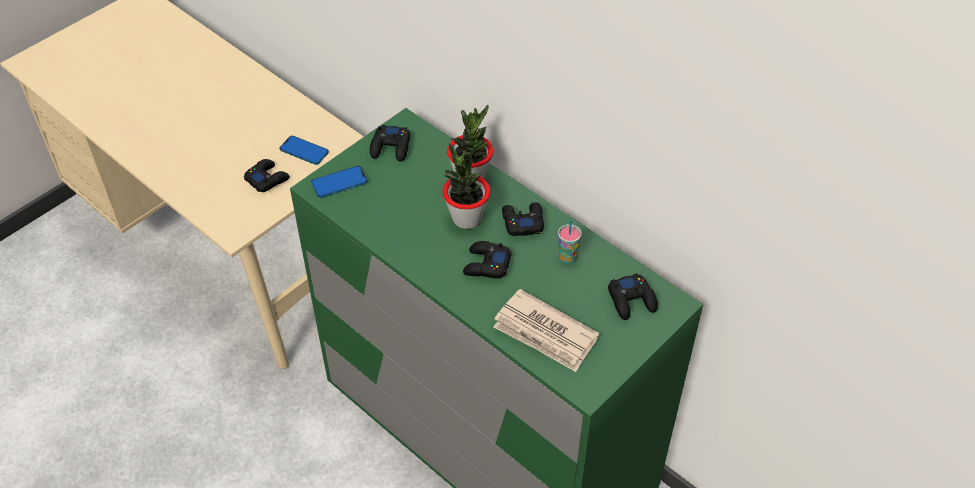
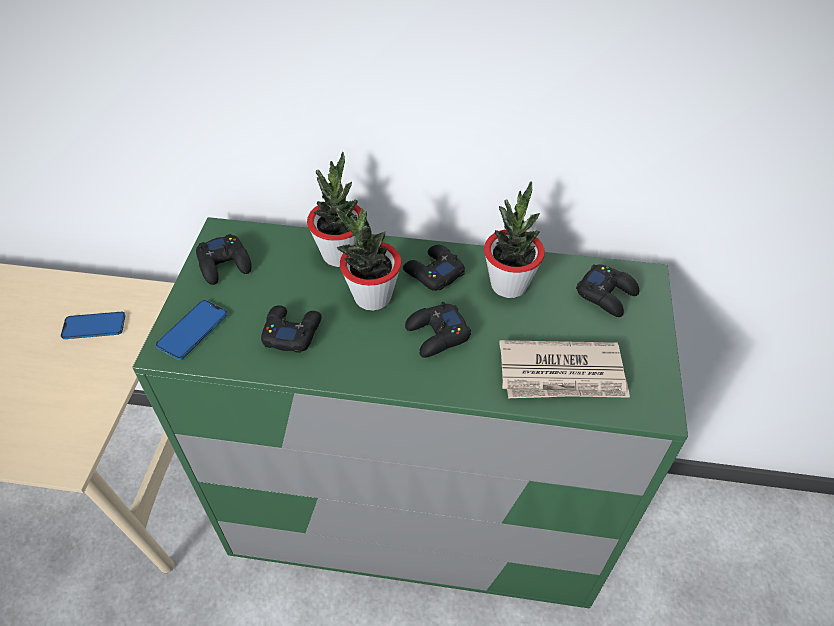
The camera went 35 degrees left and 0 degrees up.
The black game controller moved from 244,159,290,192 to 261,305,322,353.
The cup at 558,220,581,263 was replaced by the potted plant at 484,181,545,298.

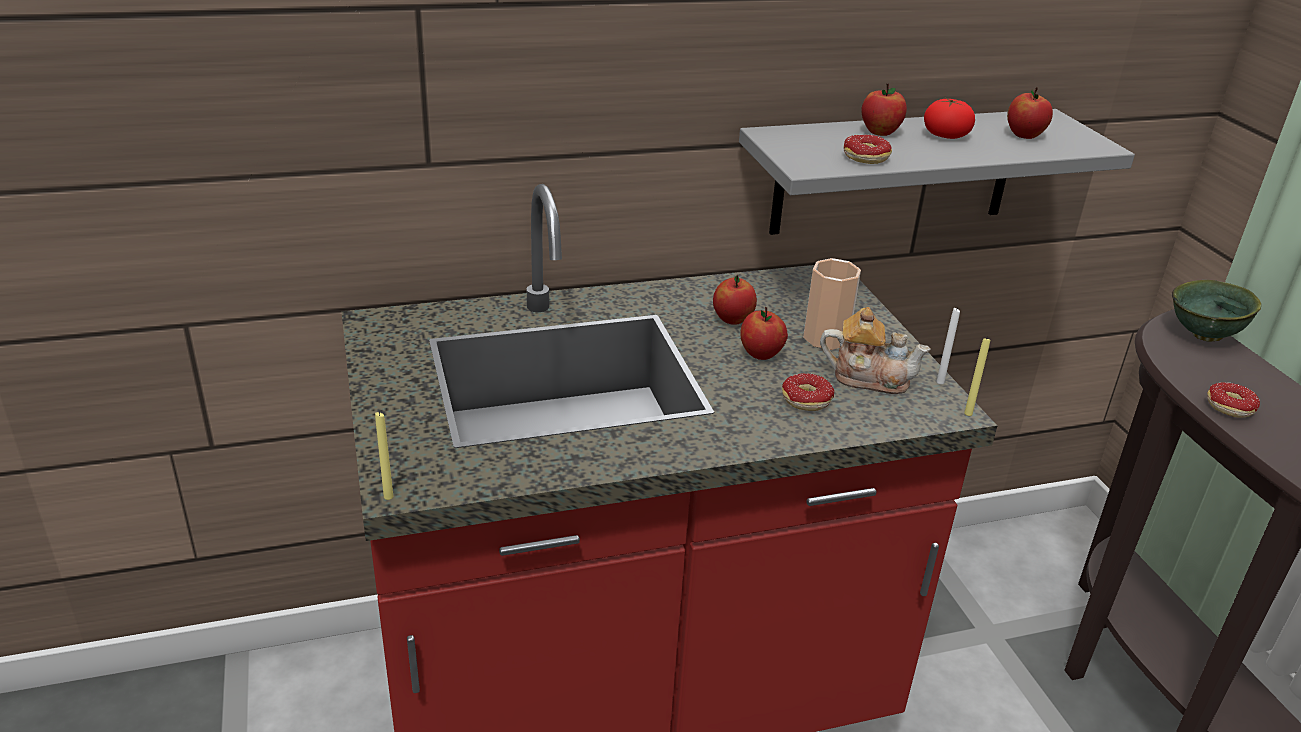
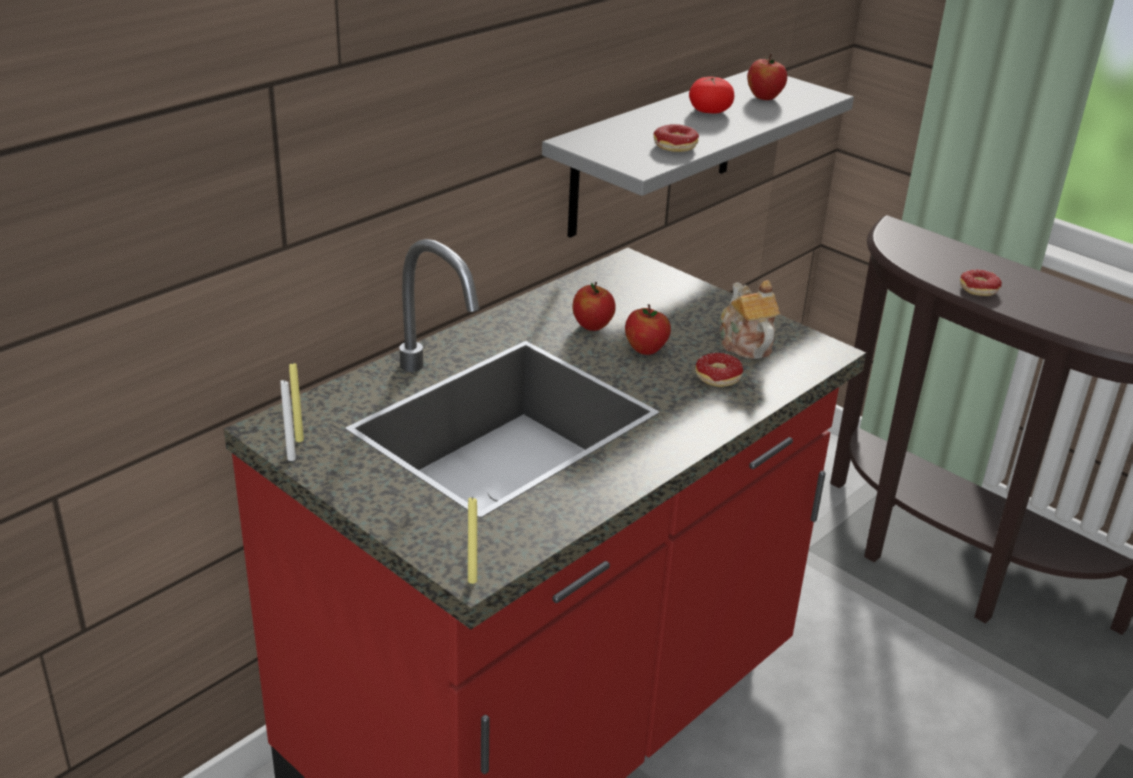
The camera went 30 degrees left and 0 degrees up.
The apple at 861,83,907,136 disappeared.
The cup at 803,258,861,350 disappeared.
The green bowl at 1172,280,1261,341 disappeared.
The teapot at 820,307,931,394 turned 90 degrees counterclockwise.
The white candle moved from 936,307,960,385 to 281,380,296,461.
The yellow candle moved from 964,337,990,416 to 289,362,304,442.

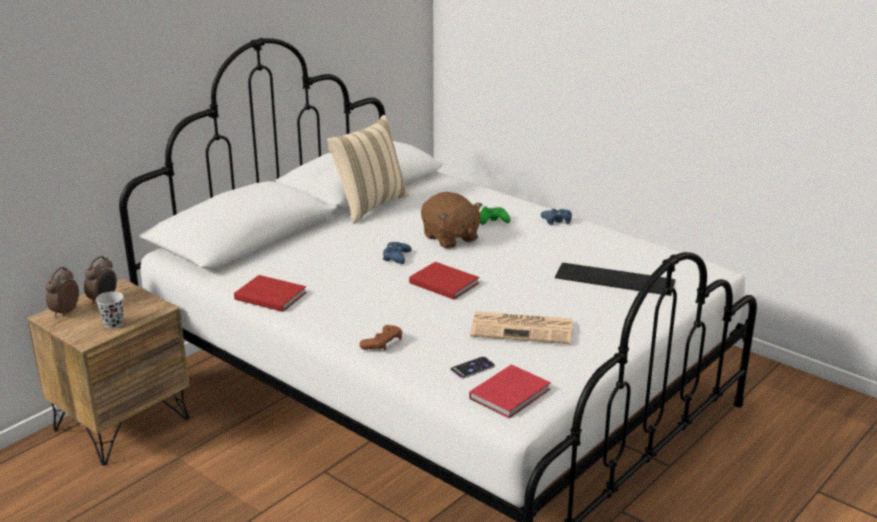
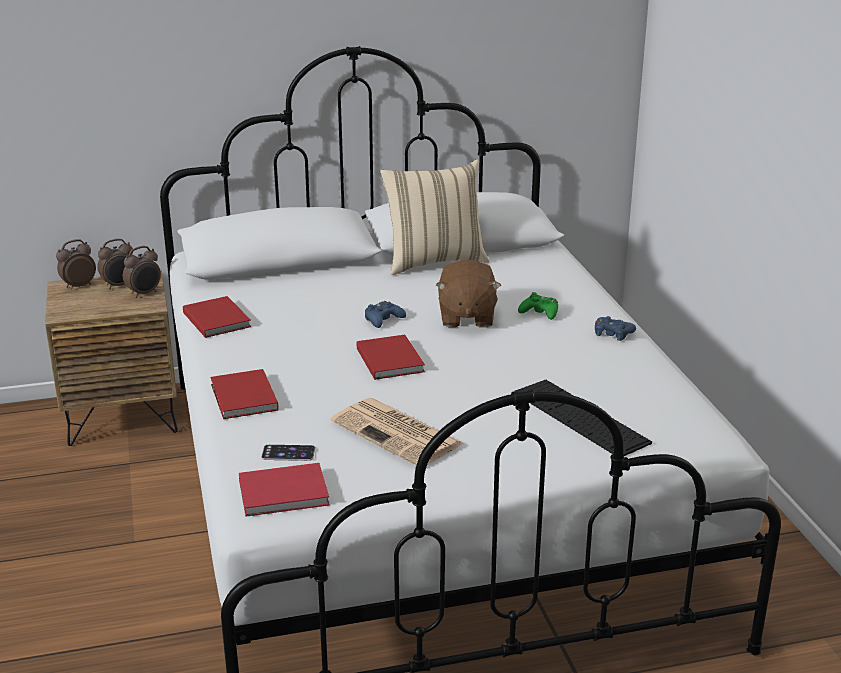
The camera went 35 degrees right and 0 degrees up.
The black cup at 96,291,124,329 disappeared.
The brown game controller at 359,325,402,351 was replaced by the red book at 210,369,279,419.
The alarm clock at 123,246,161,298 appeared.

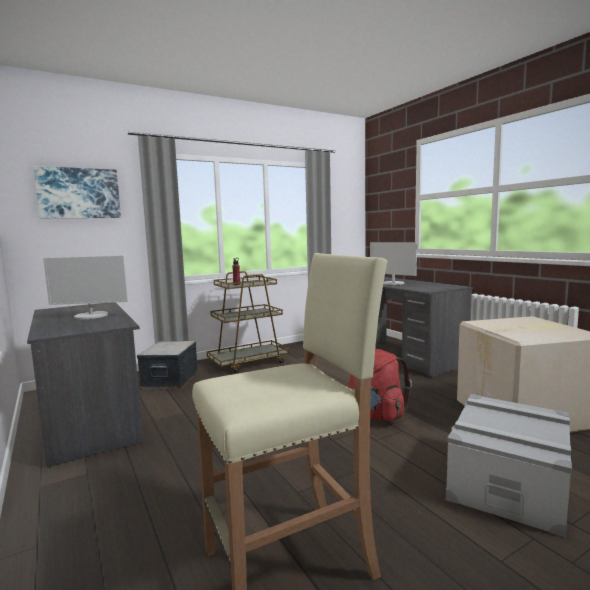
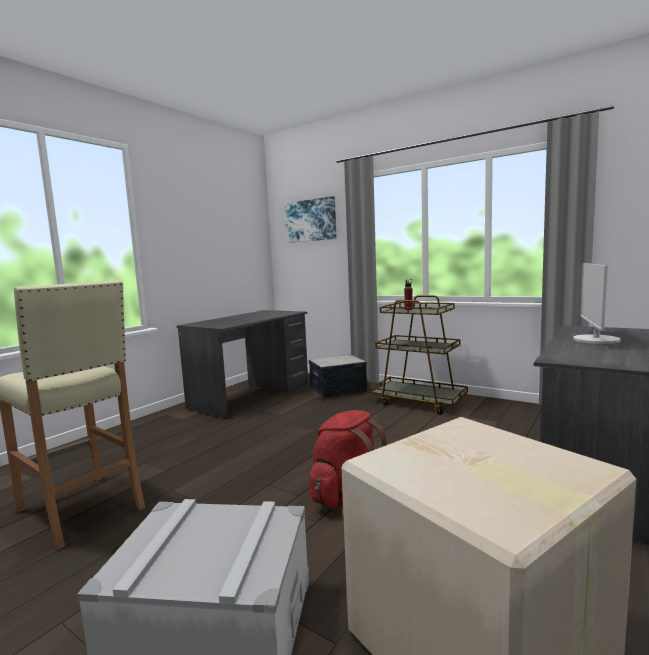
The camera went 65 degrees right and 0 degrees up.
The monitor at 43,256,128,319 disappeared.

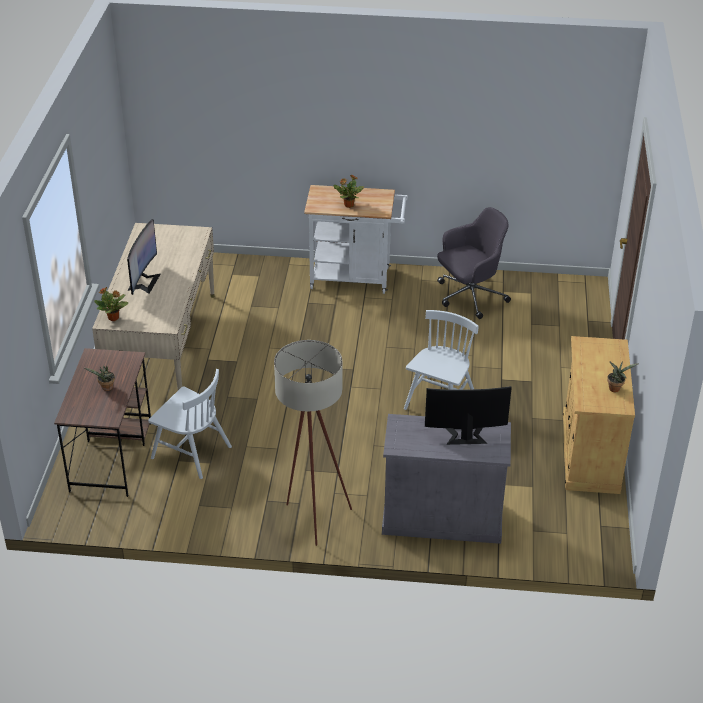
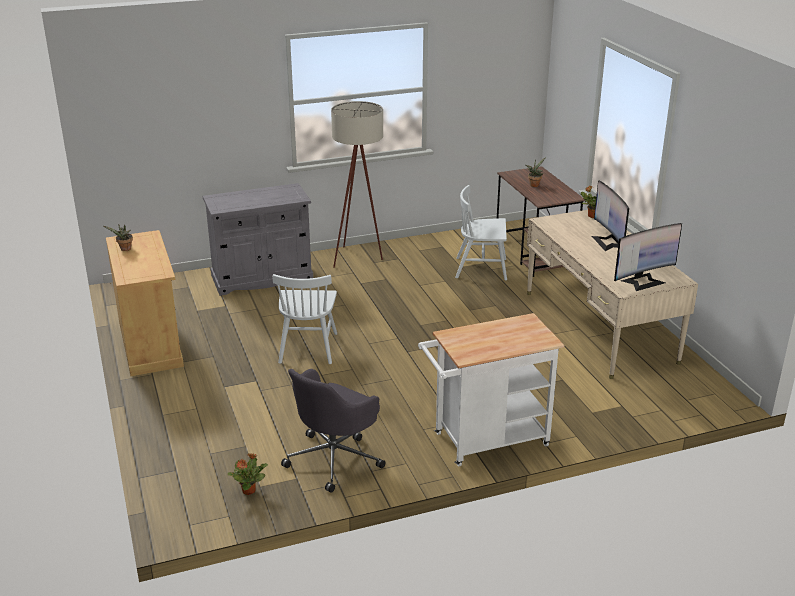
The camera went 155 degrees right and 10 degrees down.
The potted plant moved from 334,174,364,208 to 227,453,268,495.
The monitor moved from 425,386,512,445 to 614,223,682,291.

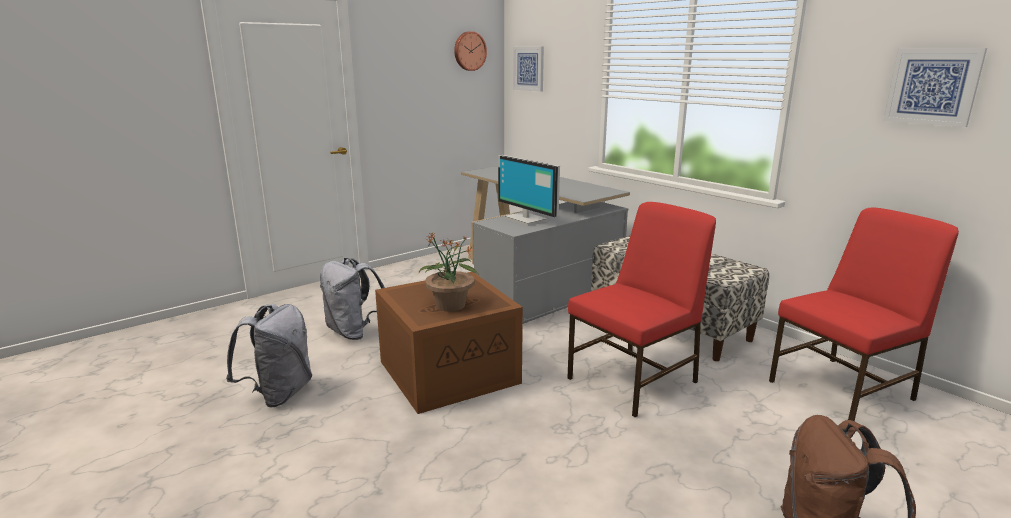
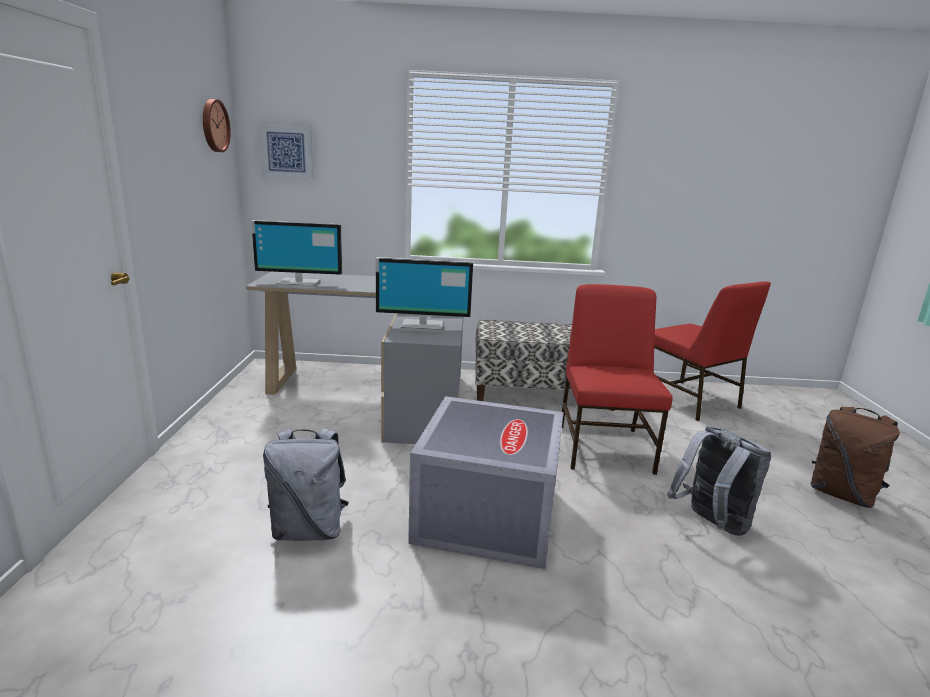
The camera went 50 degrees left and 0 degrees up.
The picture at 883,48,987,127 disappeared.
The red chair at 769,207,959,421 turned 135 degrees clockwise.
The potted plant at 419,232,479,312 disappeared.
The brown storage box at 375,272,523,414 became the grey storage box at 408,396,564,569.
The grey backpack moved from 226,304,312,407 to 667,426,772,536.
The monitor at 251,220,343,288 appeared.

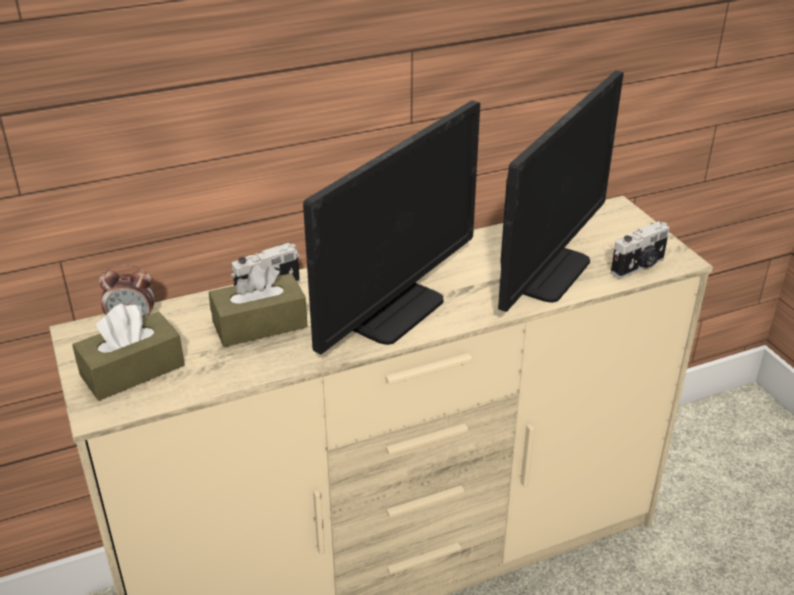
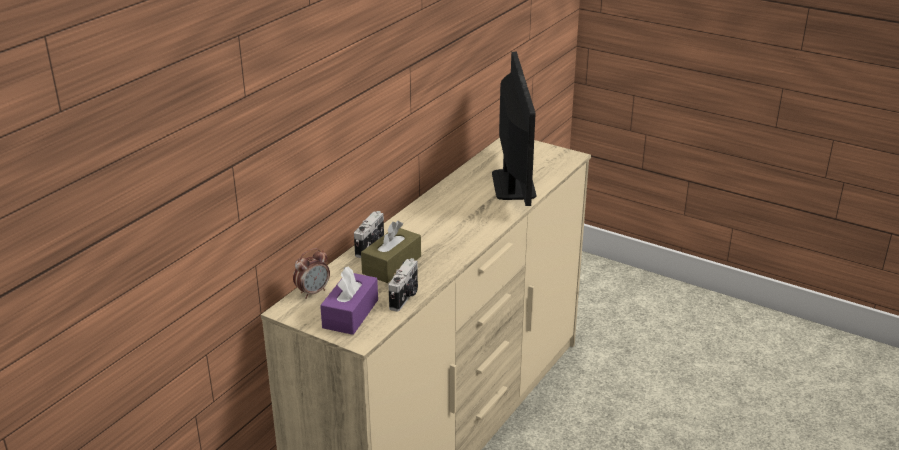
The camera went 35 degrees left and 5 degrees down.
The monitor at 303,100,480,354 disappeared.
The photo camera moved from 611,221,670,279 to 388,258,418,311.
The brown tissue box at 72,304,185,401 became the purple tissue box at 320,267,378,335.

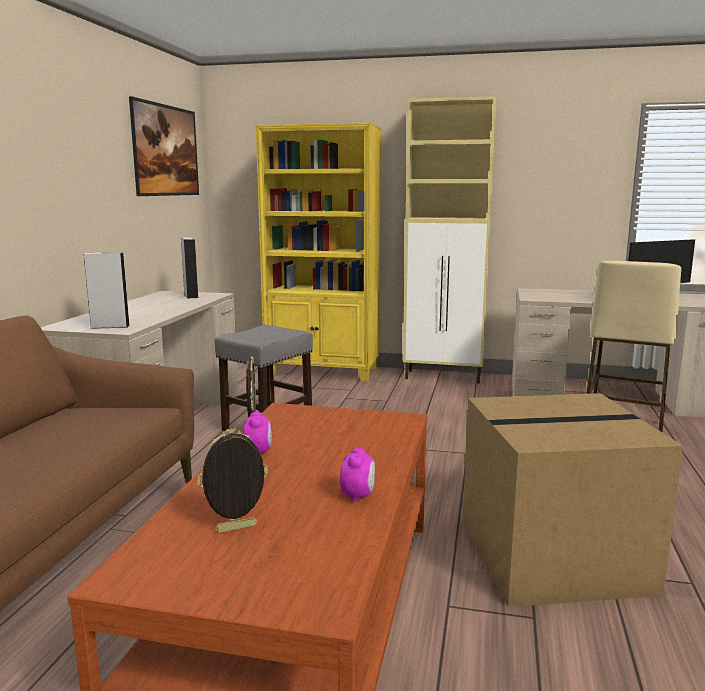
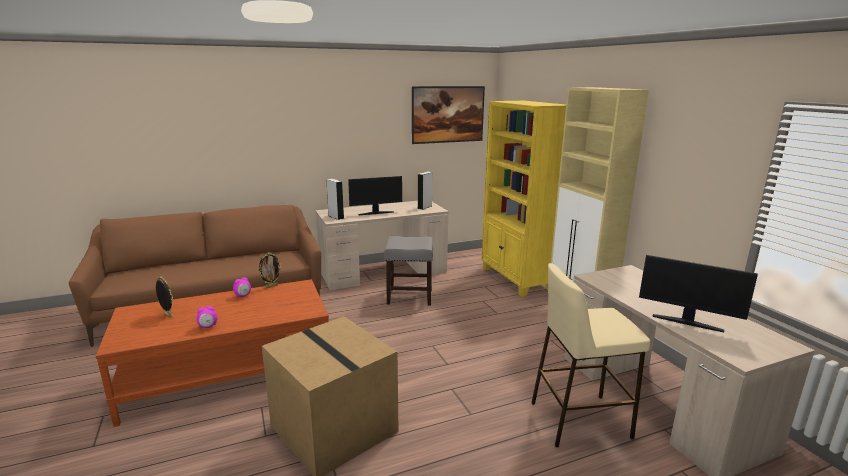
The camera went 55 degrees right and 5 degrees up.
The monitor at 348,176,402,215 appeared.

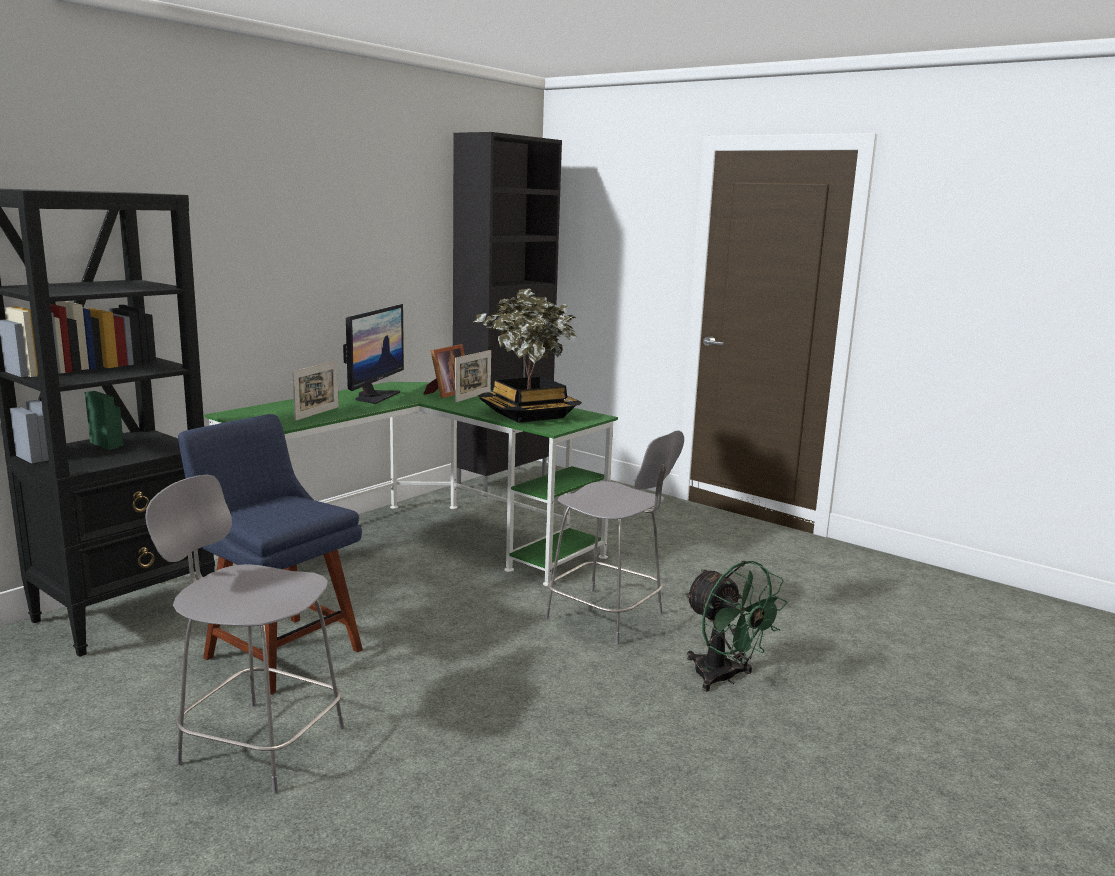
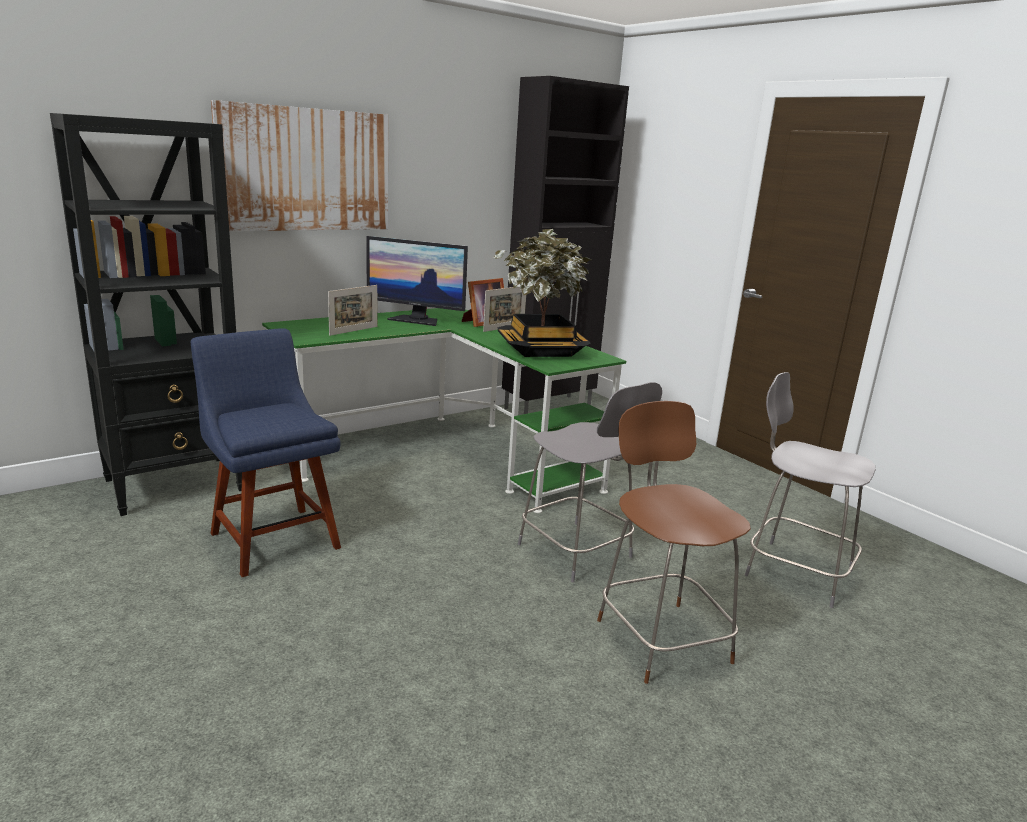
The camera went 15 degrees right and 5 degrees up.
The monitor at 343,304,404,404 turned 75 degrees clockwise.
The grey chair moved from 145,475,344,793 to 745,372,875,608.
The green fan at 684,560,788,692 was replaced by the brown chair at 597,401,751,684.
The picture at 211,100,388,231 appeared.

